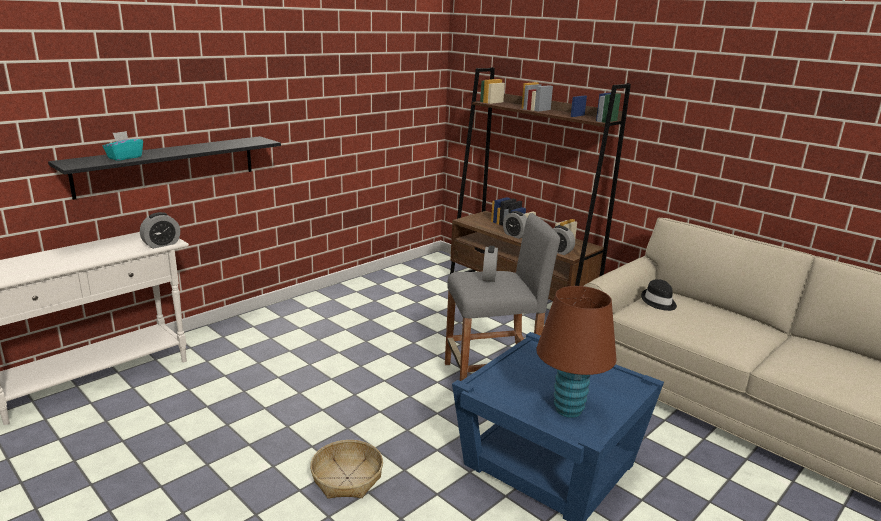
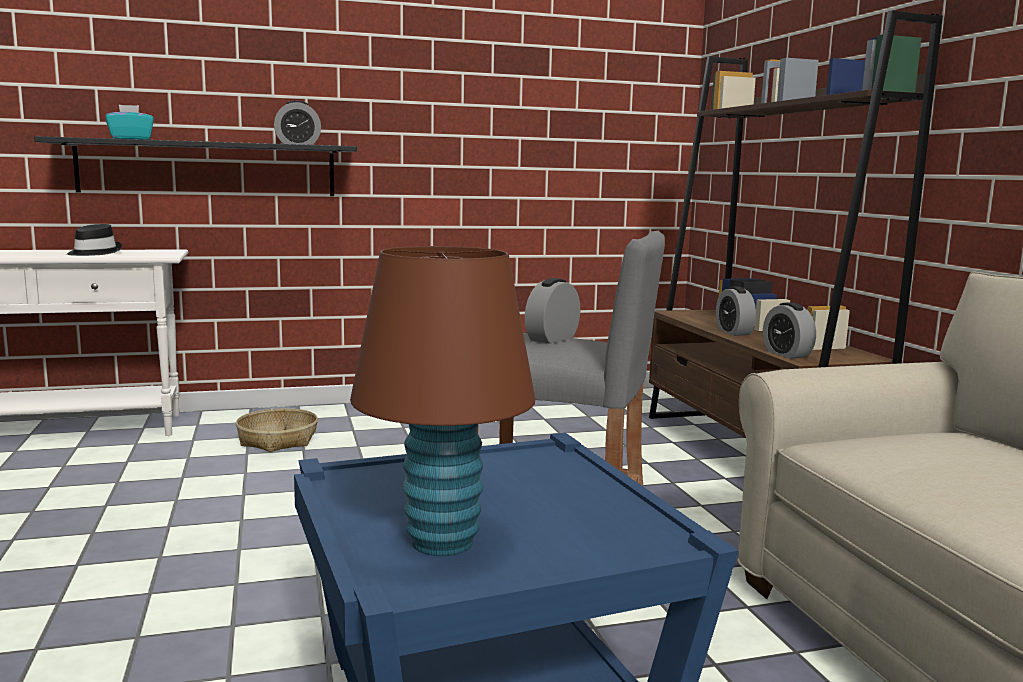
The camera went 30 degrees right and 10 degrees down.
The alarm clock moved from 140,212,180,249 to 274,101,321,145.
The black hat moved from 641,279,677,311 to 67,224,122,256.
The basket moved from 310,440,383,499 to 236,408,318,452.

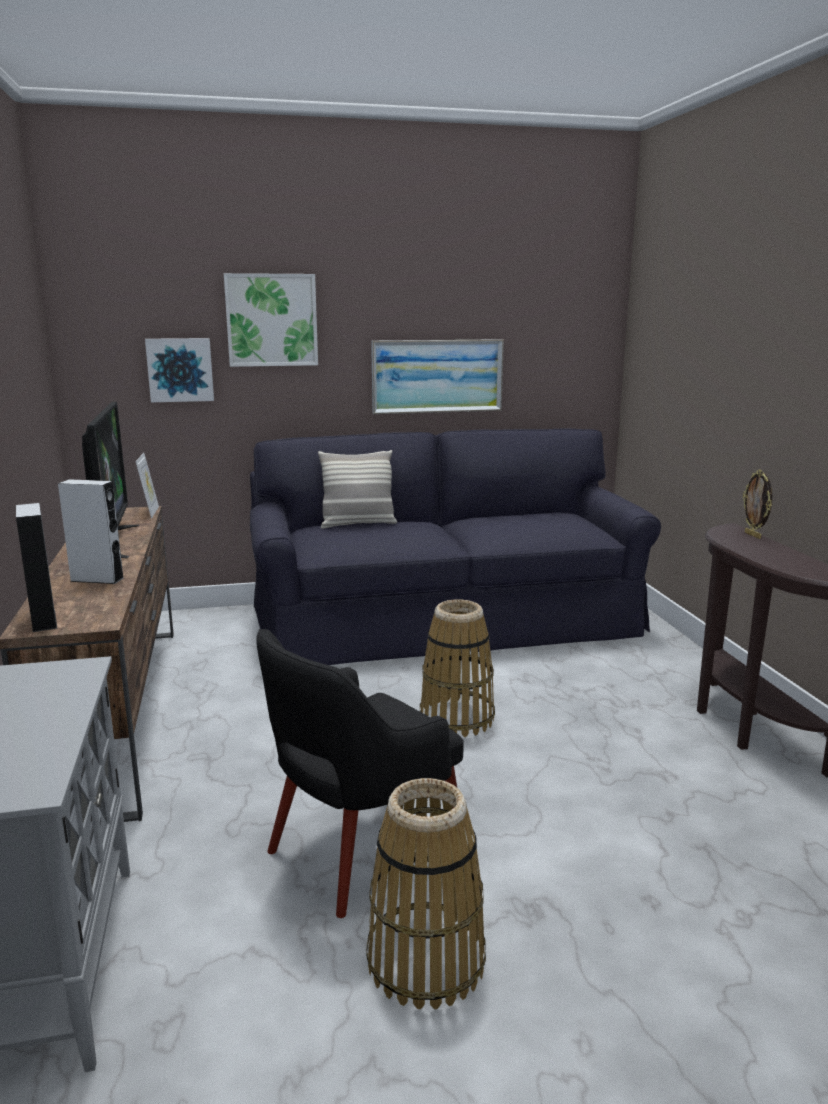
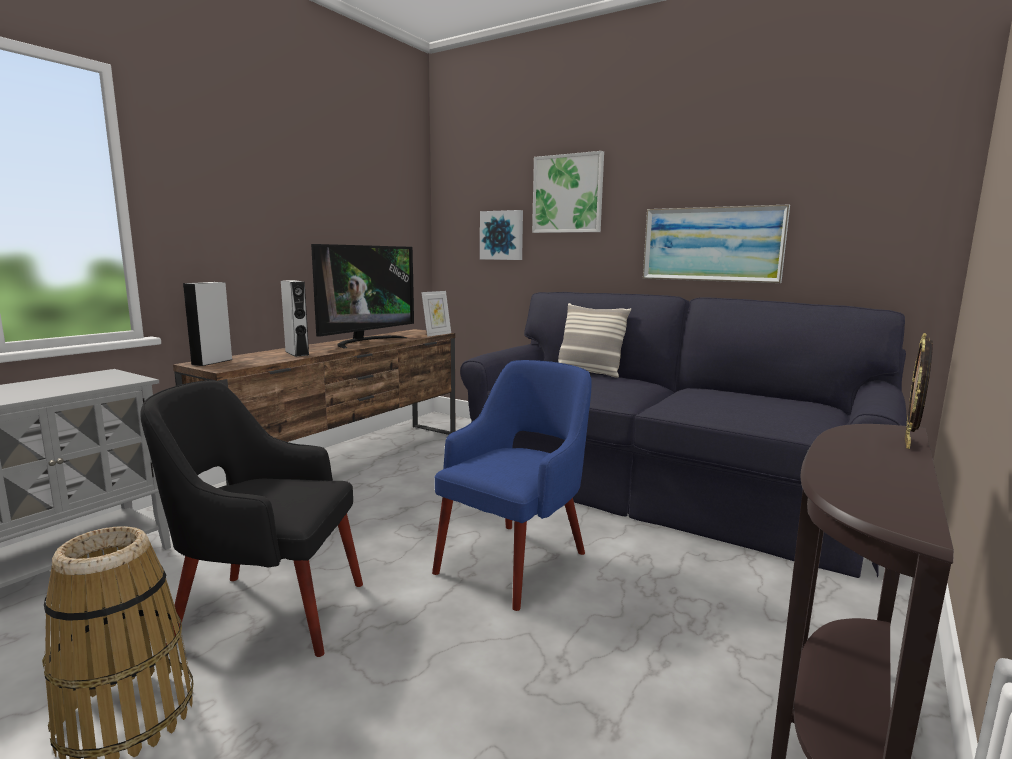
The camera went 45 degrees right and 5 degrees down.
The basket at 420,599,495,737 was replaced by the blue armchair at 432,360,592,611.

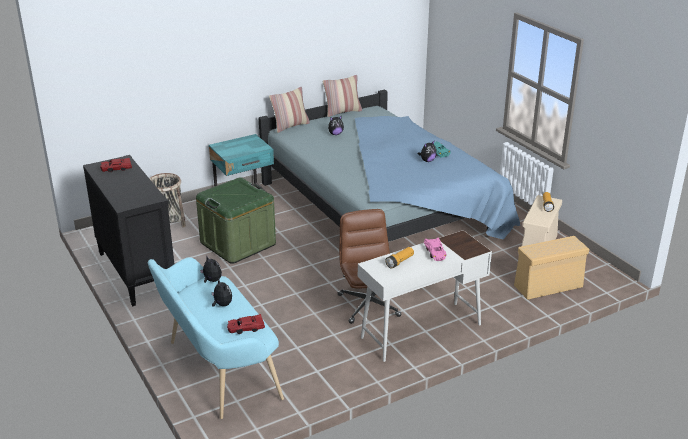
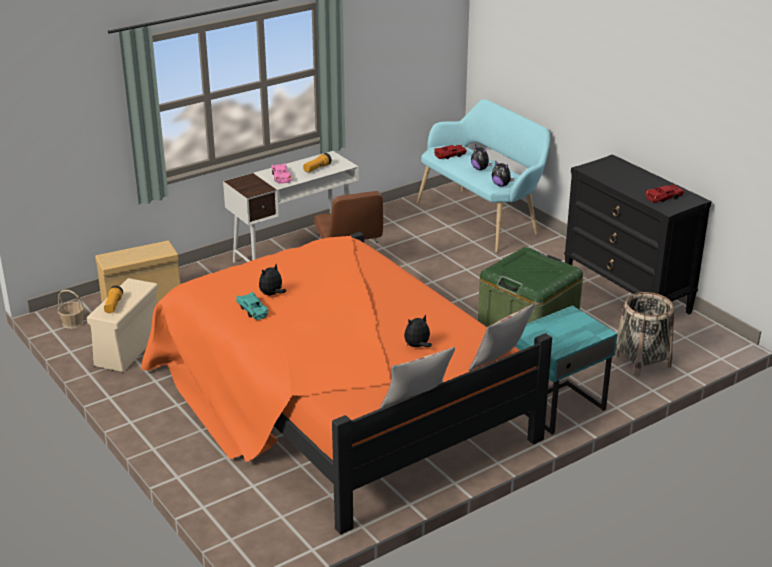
The camera went 175 degrees right and 0 degrees up.
The blue bed at 259,89,520,242 became the orange bed at 141,232,552,534.
The basket at 58,290,84,329 appeared.

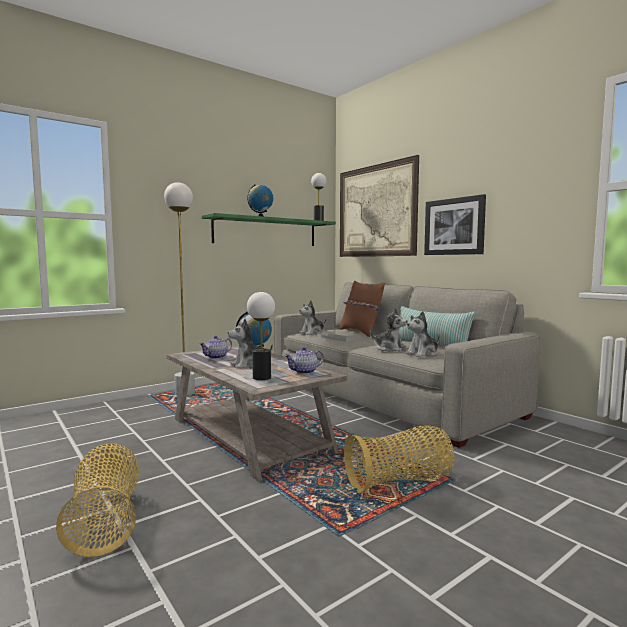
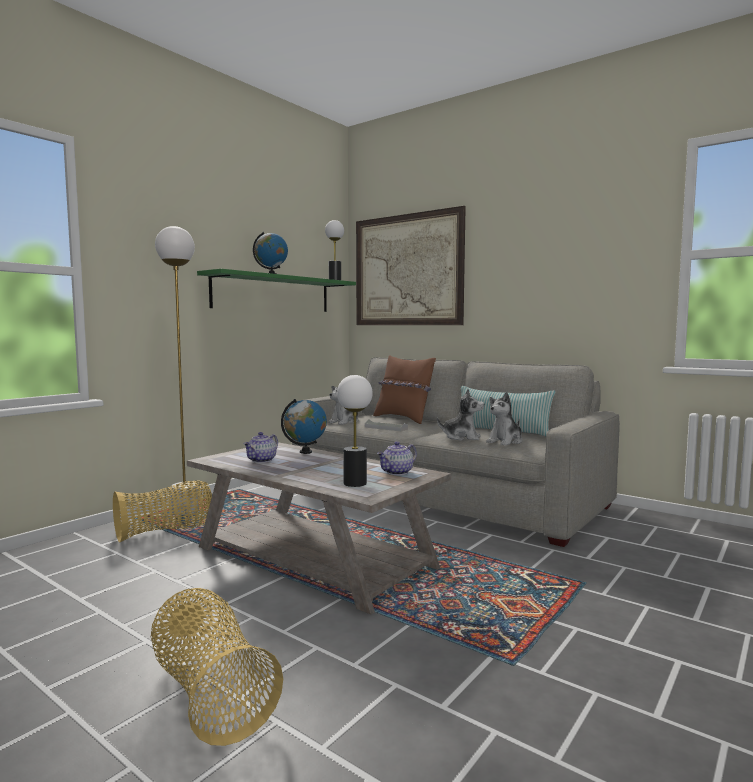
The camera went 15 degrees left and 0 degrees up.
The picture at 424,194,486,255 disappeared.
The plush toy at 228,319,273,369 disappeared.
The basket moved from 344,426,455,493 to 113,481,212,543.

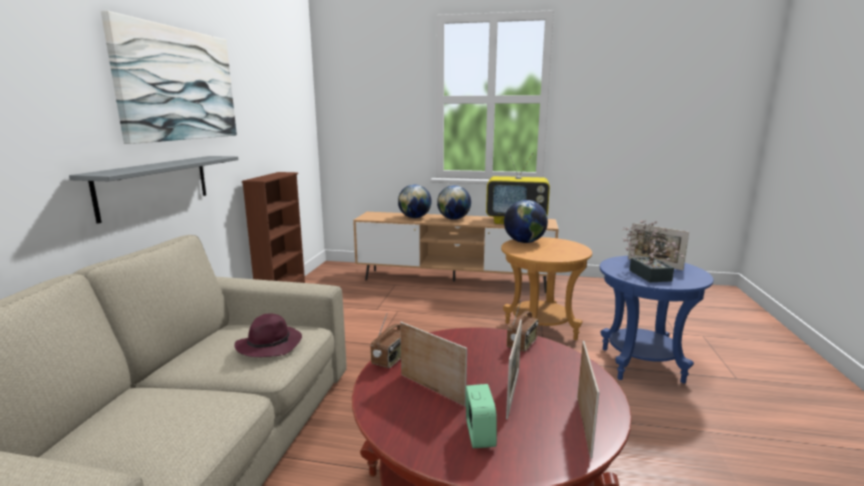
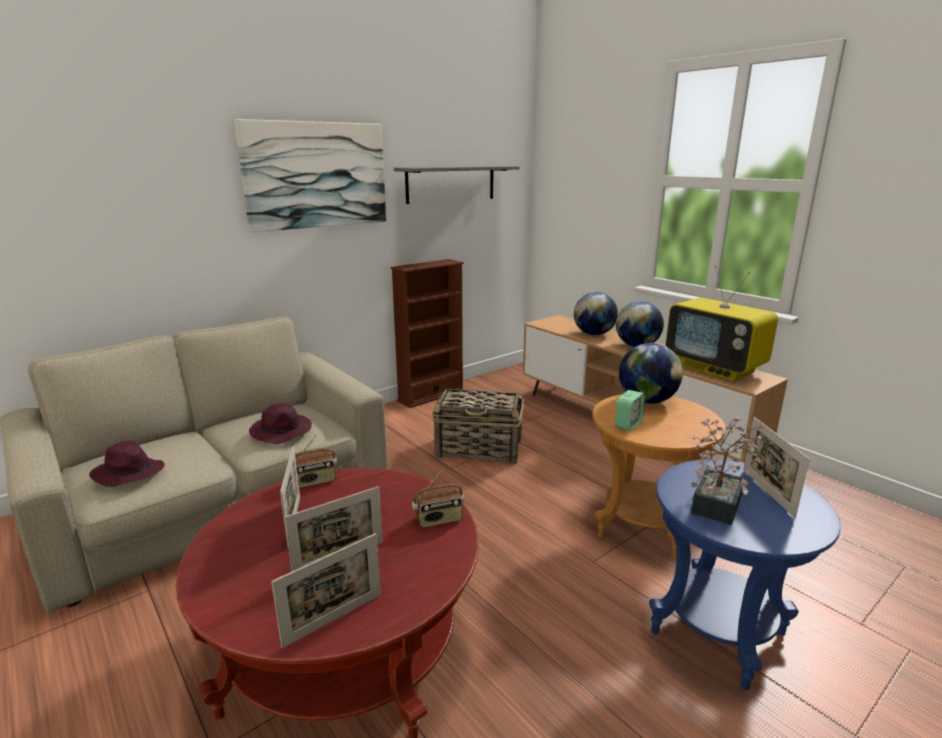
The camera went 40 degrees right and 5 degrees up.
The grey shelf moved from 69,156,238,224 to 394,166,520,204.
The alarm clock moved from 465,384,497,448 to 615,390,645,431.
The basket at 432,389,524,464 appeared.
The purple hat at 89,441,165,487 appeared.

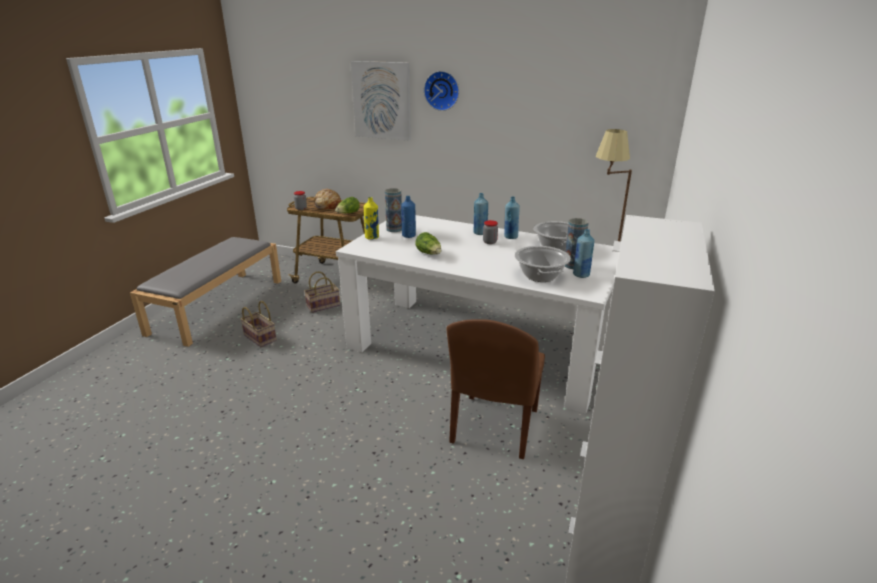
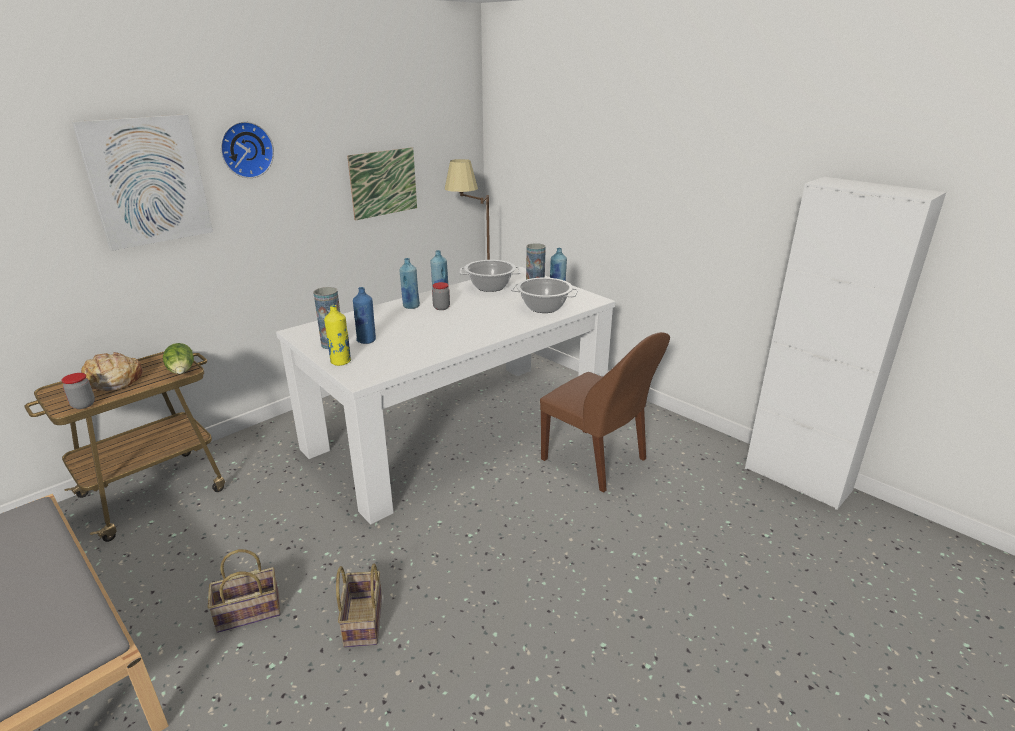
The camera went 65 degrees left and 0 degrees up.
The lettuce at 416,232,441,254 disappeared.
The basket moved from 304,271,340,313 to 336,564,382,648.
The picture at 347,147,417,221 appeared.

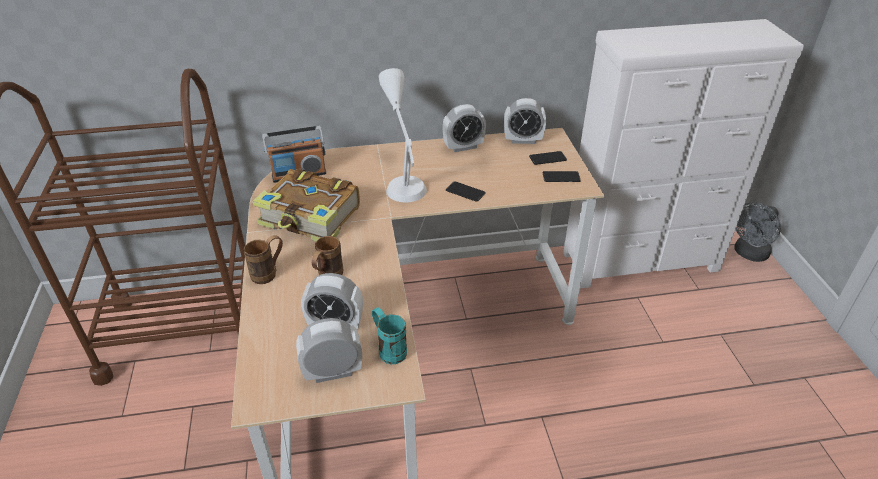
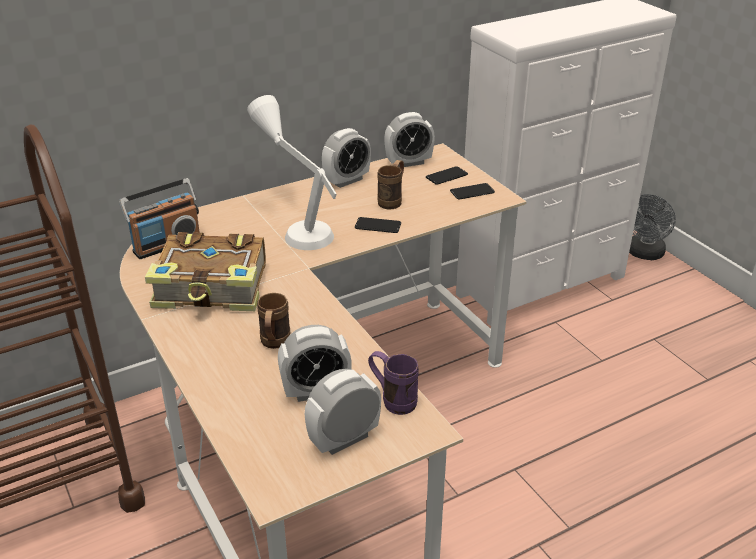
The camera went 20 degrees left and 5 degrees down.
The brown mug moved from 244,235,283,284 to 377,160,404,209.
The turquoise mug at 371,307,407,364 became the purple mug at 368,351,419,415.

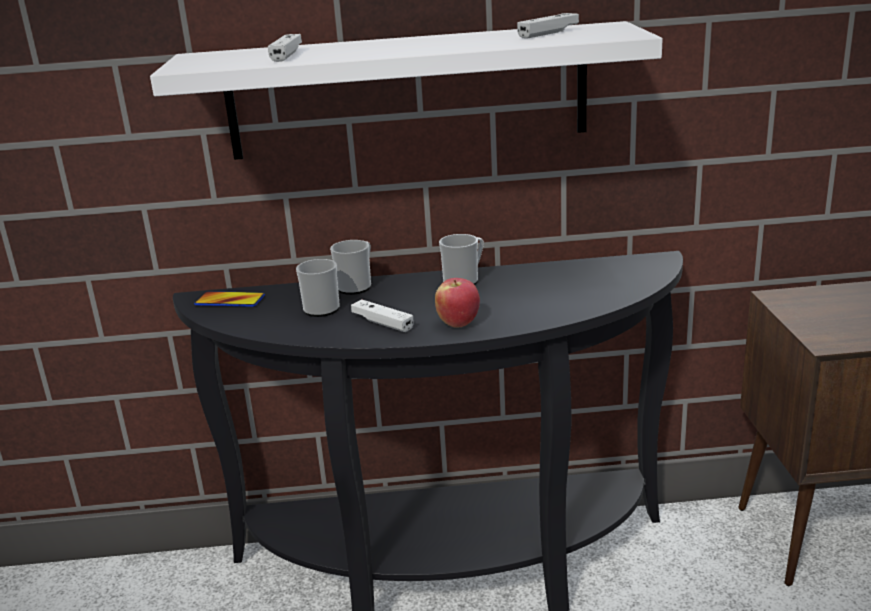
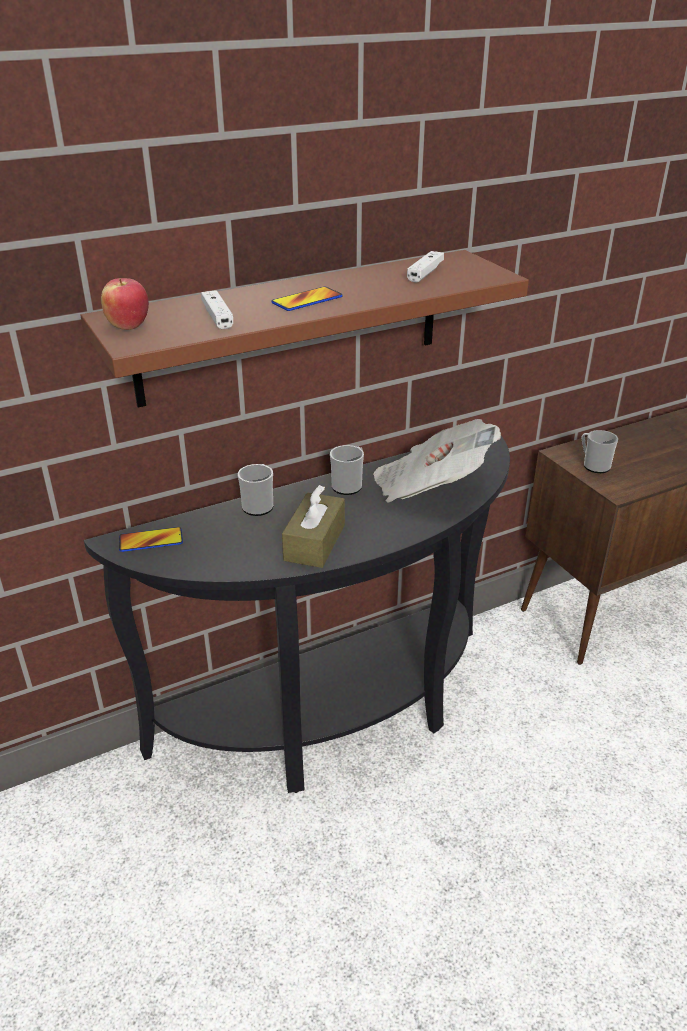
The camera went 25 degrees left and 10 degrees up.
The white shelf at 150,21,663,160 became the brown shelf at 80,250,529,408.
The mug moved from 296,259,340,317 to 582,430,618,473.
The apple moved from 435,278,480,328 to 101,278,149,330.
The white game controller at 351,299,414,332 was replaced by the brown tissue box at 282,485,345,568.
The phone at 271,287,343,311 appeared.
The newspaper at 373,419,501,503 appeared.

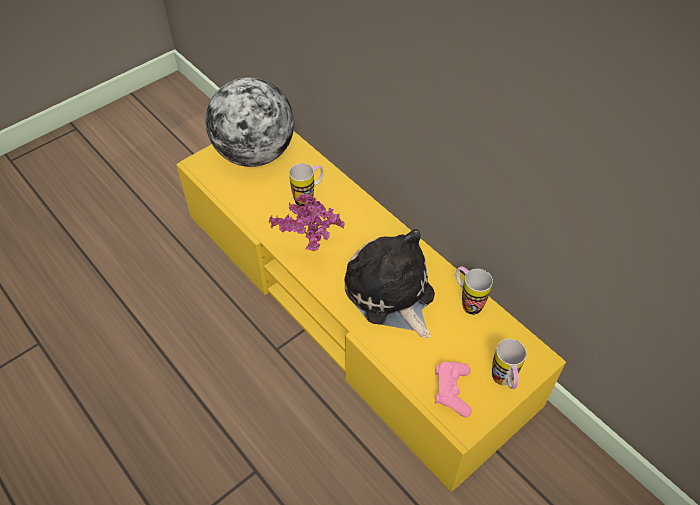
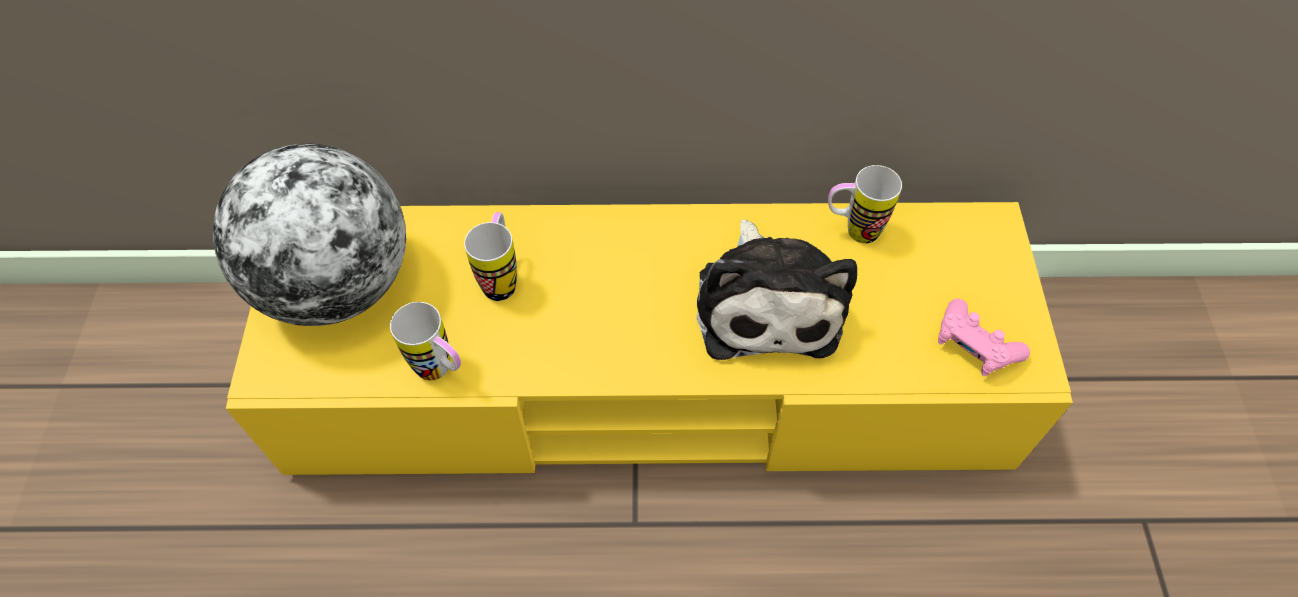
The camera went 50 degrees left and 5 degrees up.
The potted plant at 269,193,345,251 disappeared.
The plush toy at 345,229,435,338 turned 105 degrees counterclockwise.
The mug moved from 492,339,527,389 to 390,302,461,381.

